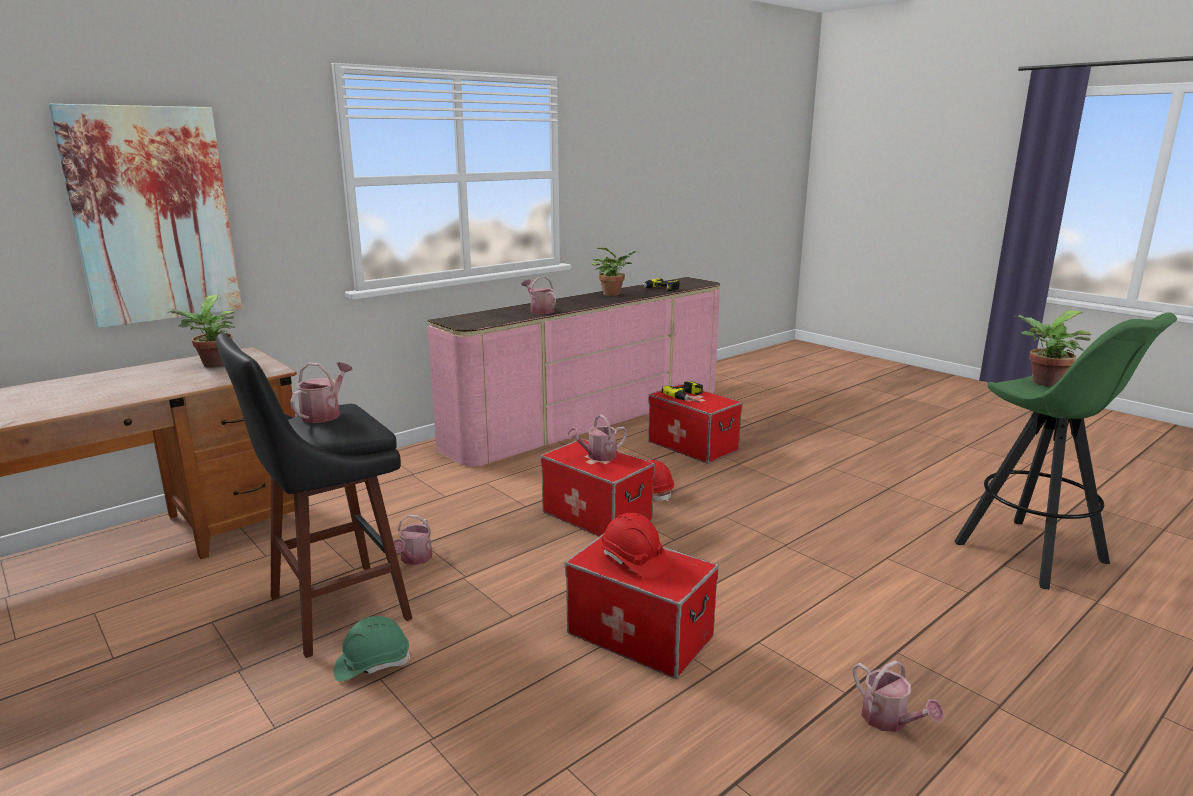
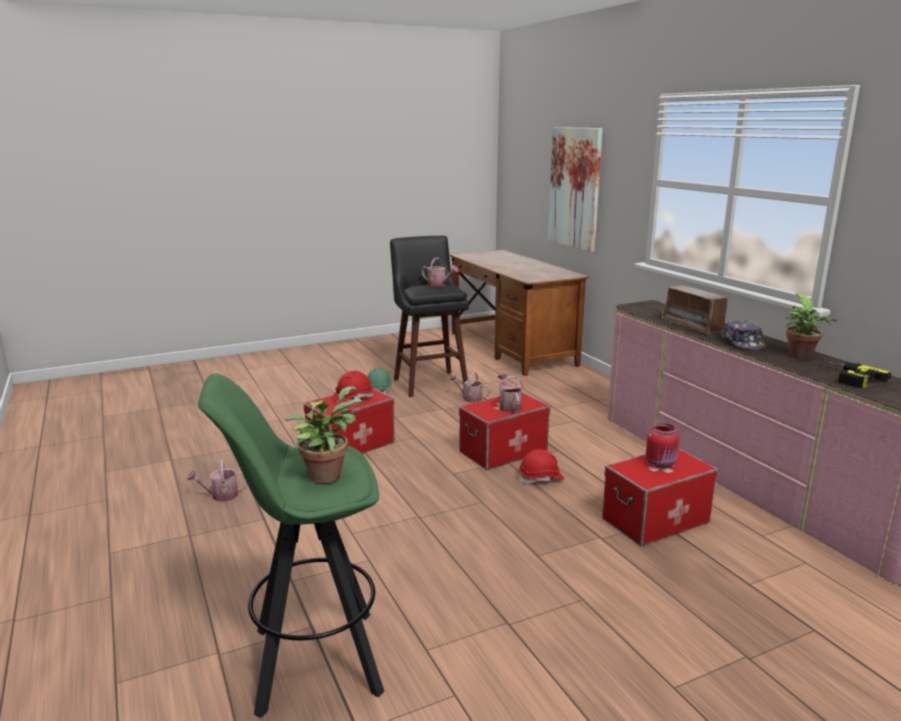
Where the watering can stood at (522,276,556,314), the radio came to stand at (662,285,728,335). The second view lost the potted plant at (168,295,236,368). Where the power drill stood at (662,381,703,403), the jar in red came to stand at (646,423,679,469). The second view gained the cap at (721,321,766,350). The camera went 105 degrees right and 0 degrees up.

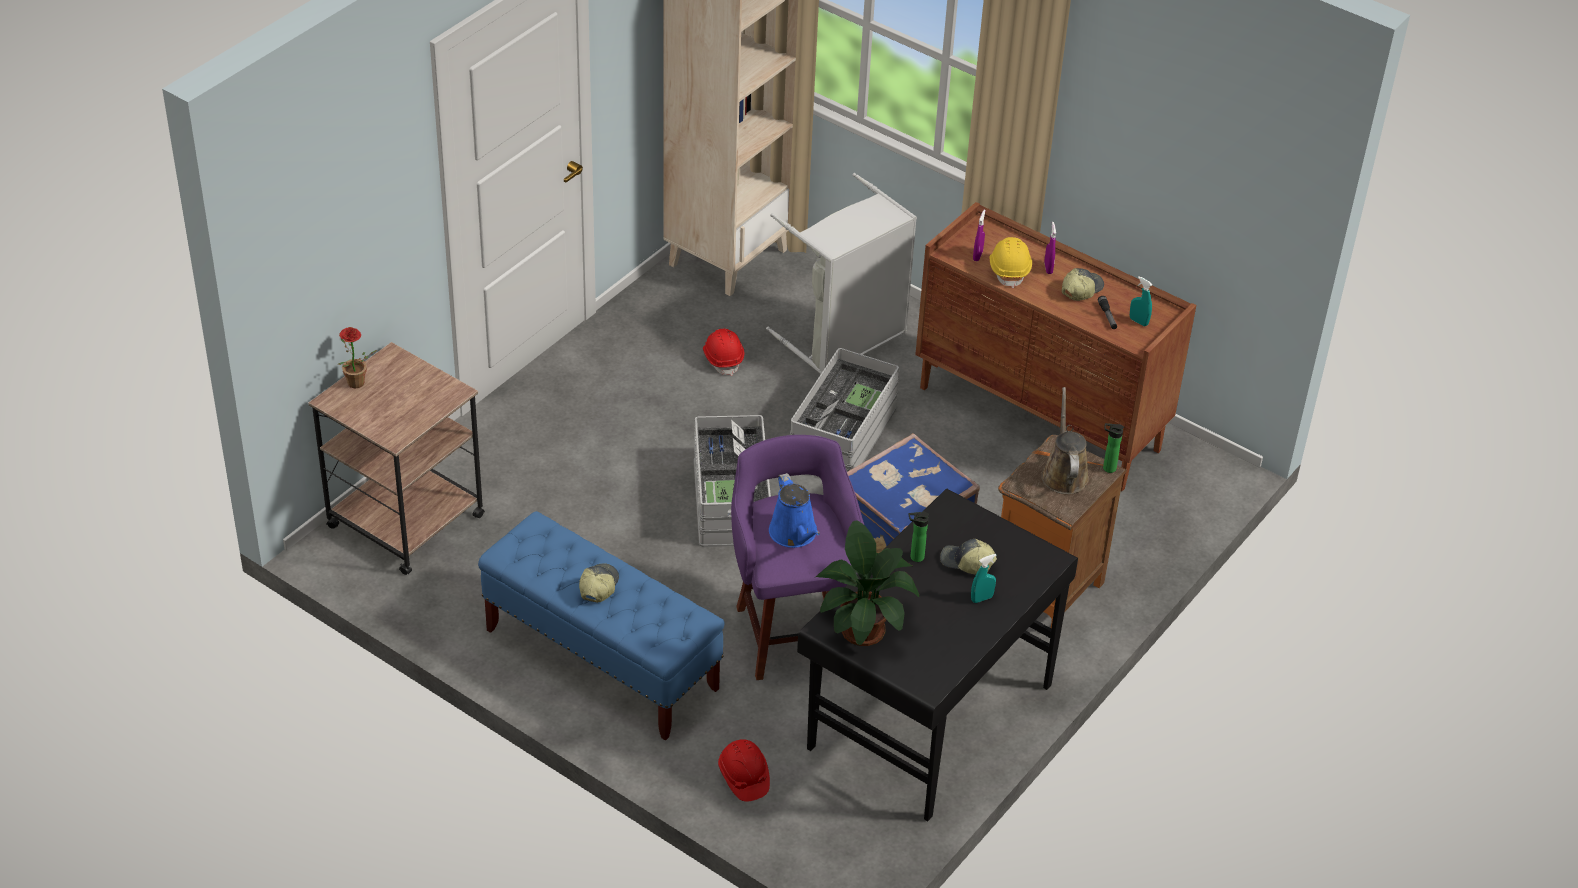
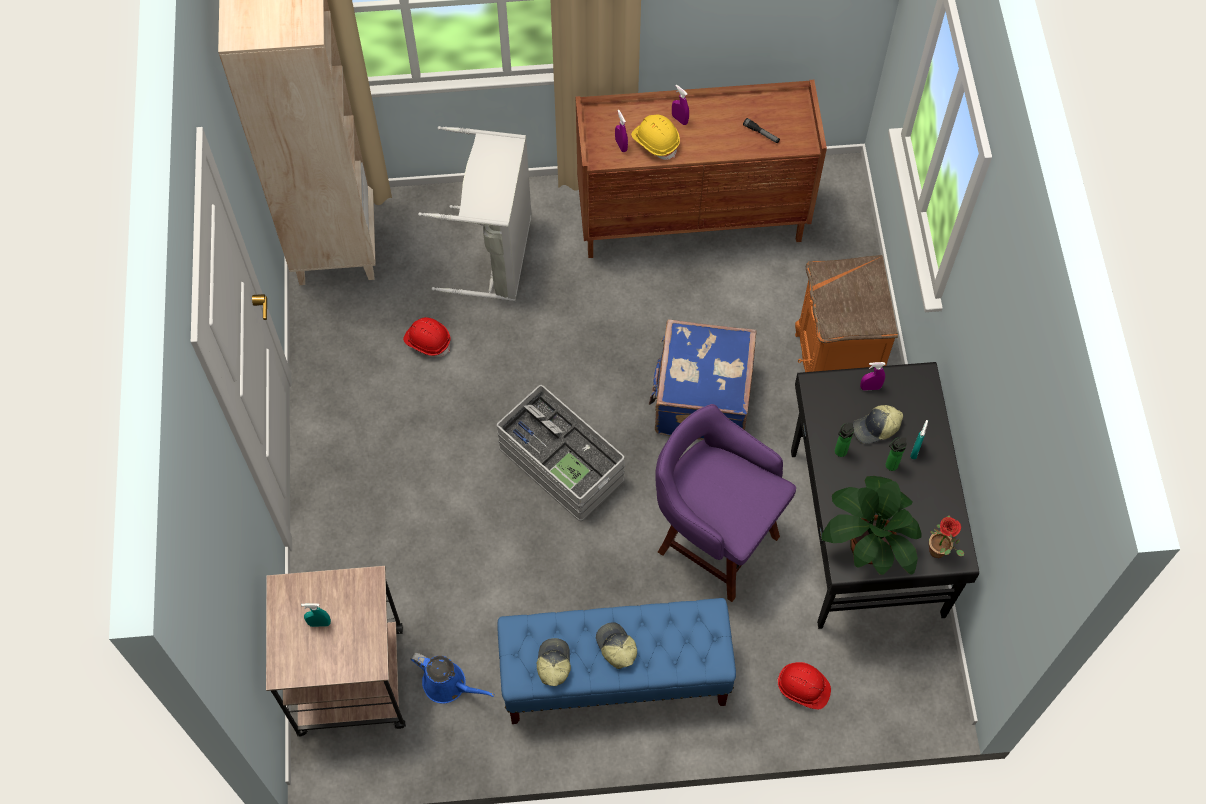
The cap ended up elsewhere, having gone from (1062,268,1104,301) to (537,638,571,686). The spray bottle in turquoise ended up elsewhere, having gone from (1130,276,1152,326) to (301,603,331,627). The potted plant ended up elsewhere, having gone from (338,327,377,388) to (929,516,964,558). The second view lost the storage box in grey at (790,348,899,472). The second view lost the watering can in brown at (1041,387,1089,494). The bottle ended up elsewhere, having gone from (1103,423,1124,473) to (886,437,907,471). The watering can in blue ended up elsewhere, having gone from (769,473,820,548) to (411,652,495,703). The second view gained the spray bottle in purple at (860,362,885,391). The camera went 40 degrees left and 20 degrees up.

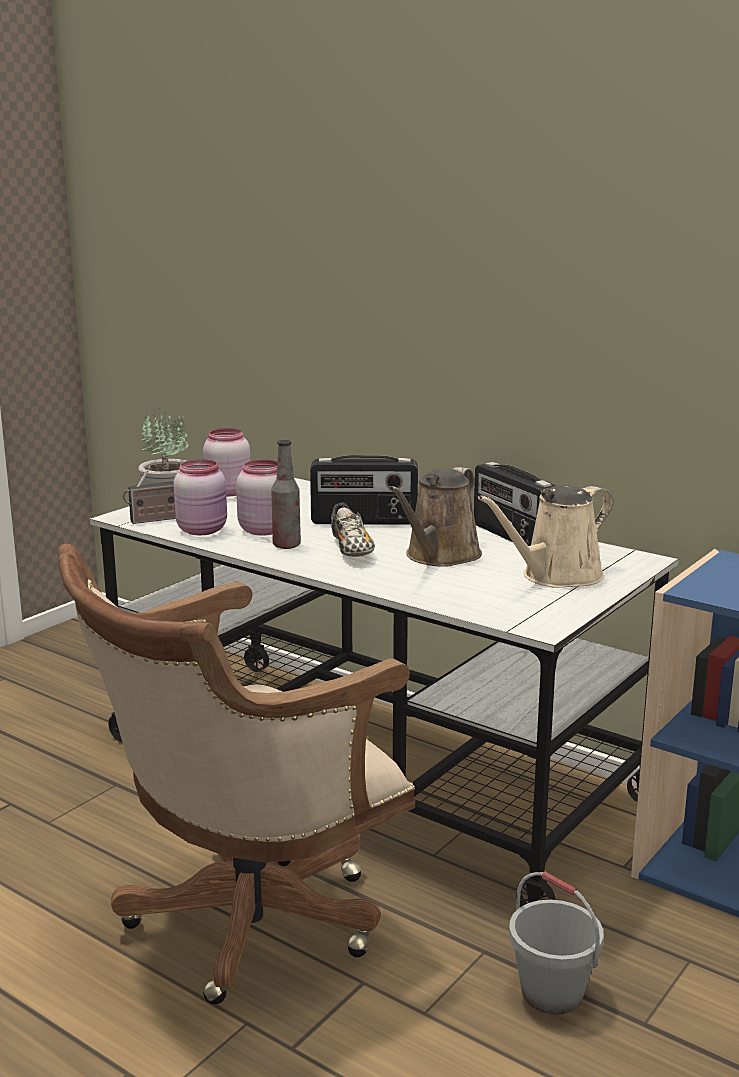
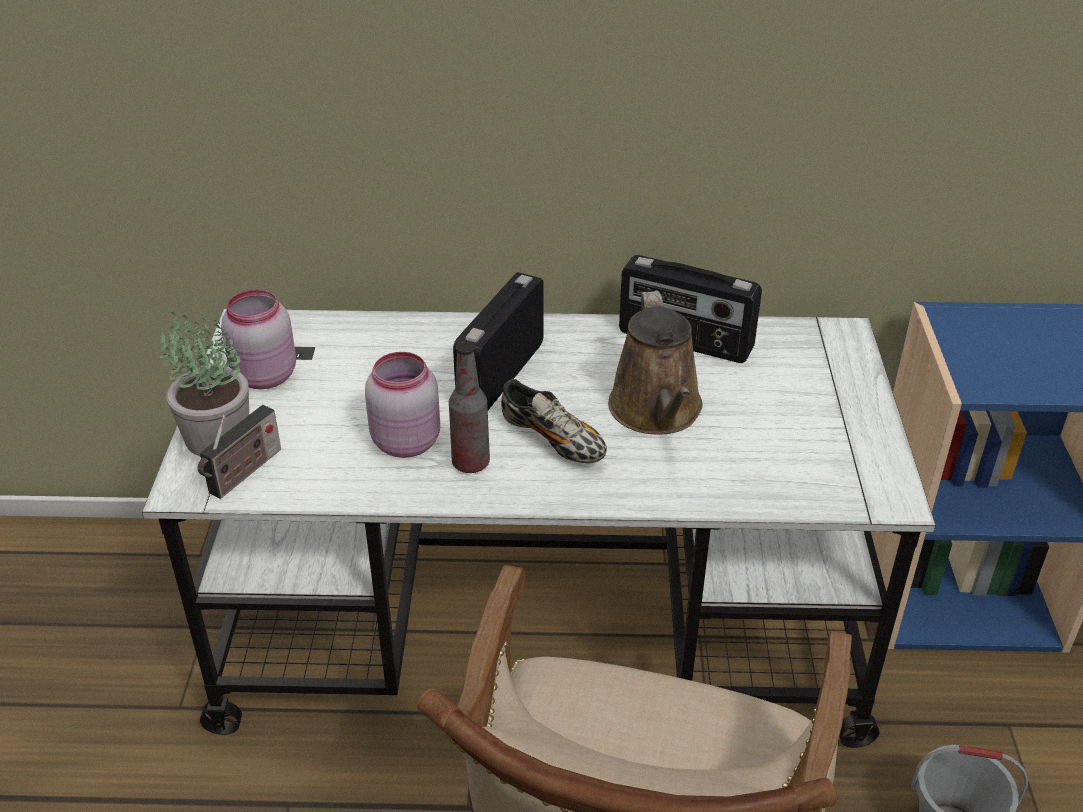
The radio at (310,455,418,525) ended up facing another way, 150 degrees clockwise from before. The second view lost the jar in pink at (174,459,227,535). The second view lost the watering can in beige at (478,485,613,588). The camera went 35 degrees left and 20 degrees up.

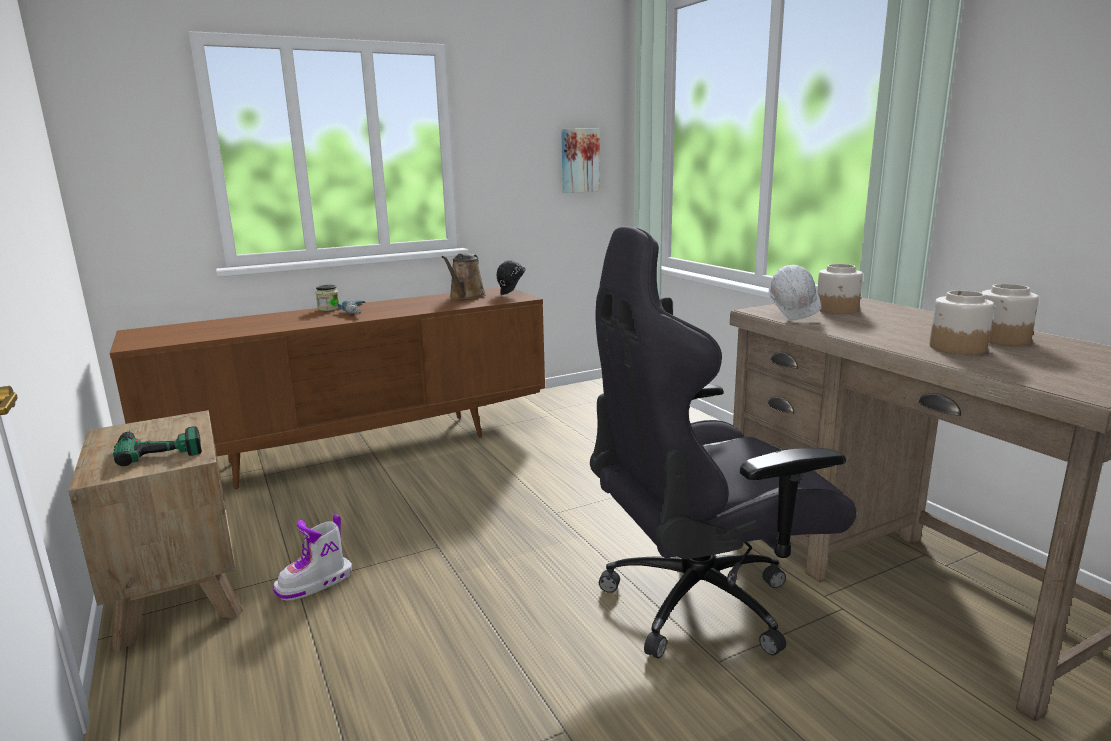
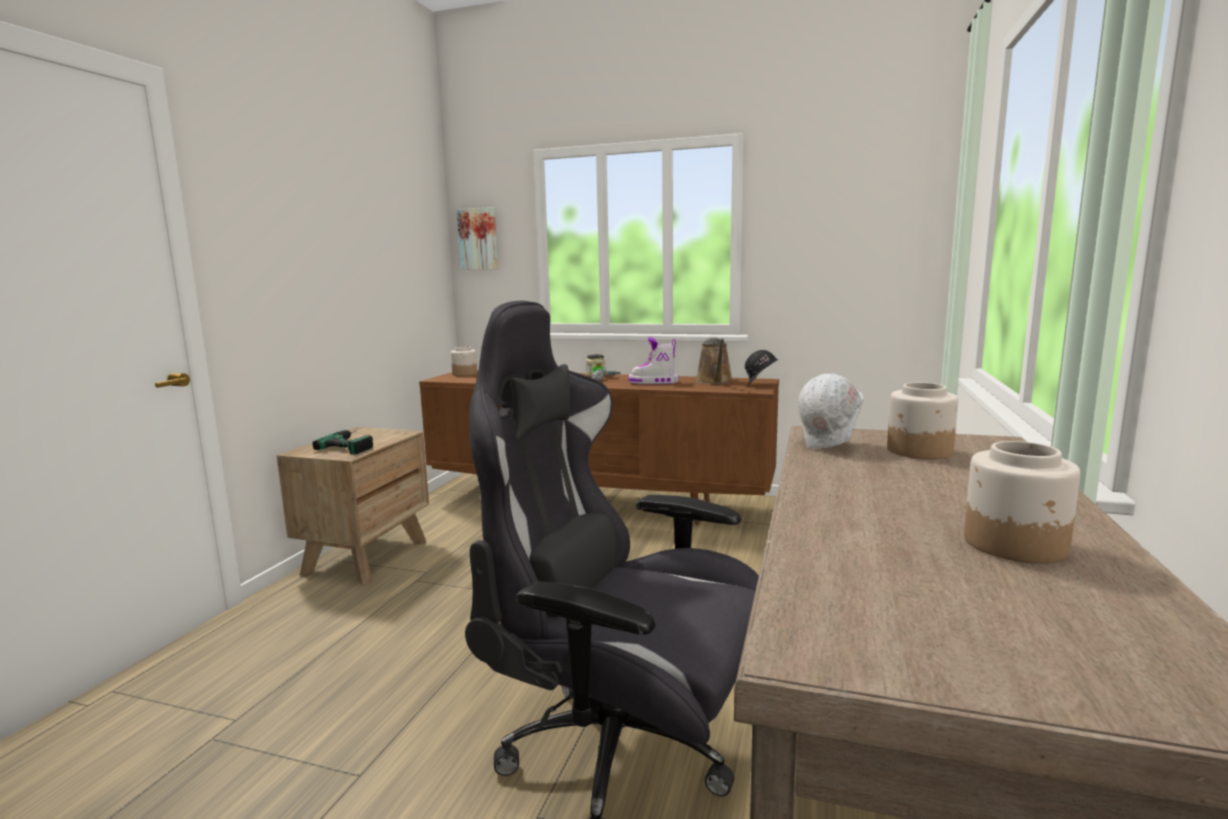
The picture ended up elsewhere, having gone from (561,129,600,193) to (457,207,498,270). The watering can in brown at (441,253,486,299) ended up facing another way, 60 degrees counterclockwise from before. The jar ended up elsewhere, having gone from (929,290,994,355) to (451,346,477,376). The boot ended up elsewhere, having gone from (273,514,352,601) to (628,337,679,384). The camera went 45 degrees right and 5 degrees down.

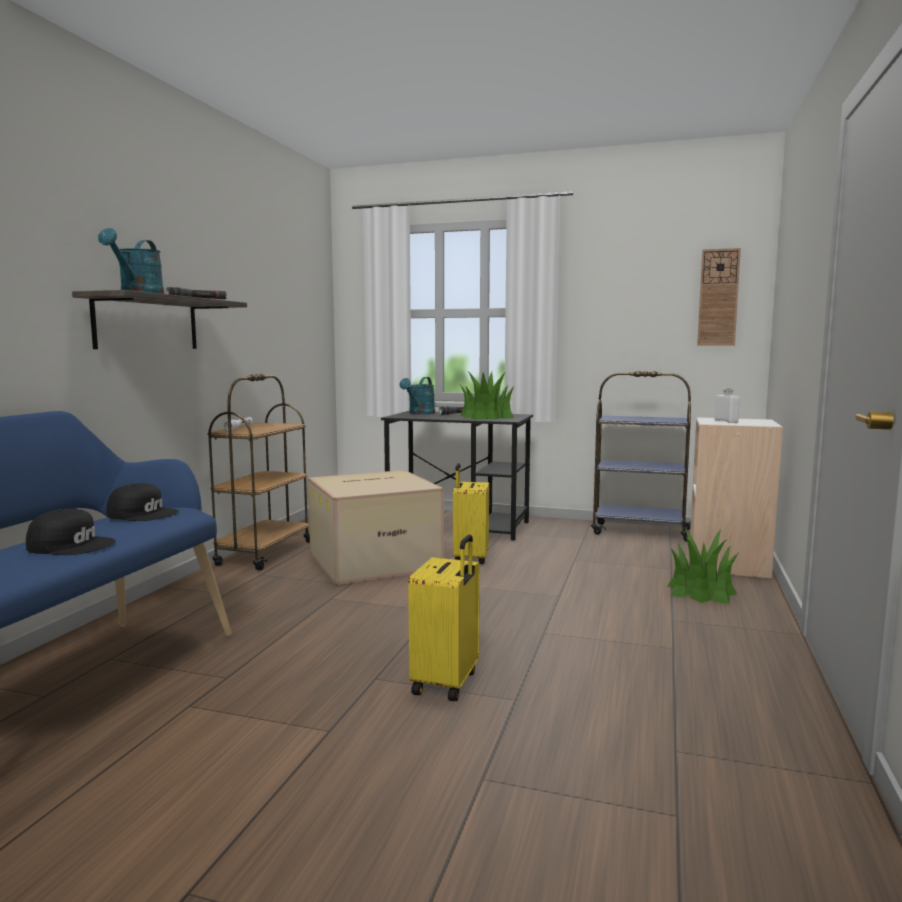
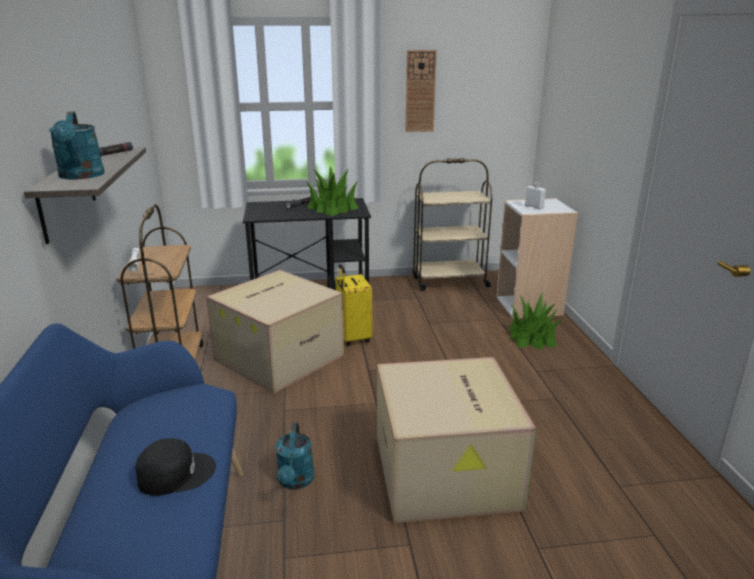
The wall clock ended up elsewhere, having gone from (697,248,741,346) to (405,50,437,132). What was the cart in blue at (591,371,691,542) turned into the cart in beige at (412,158,492,291). The watering can in turquoise ended up elsewhere, having gone from (399,377,435,415) to (275,423,314,490). The second view lost the cap in black at (106,483,179,521). Where the suitcase in yellow stood at (408,535,480,701), the cardboard box came to stand at (377,357,536,523). The camera went 25 degrees left and 15 degrees up.

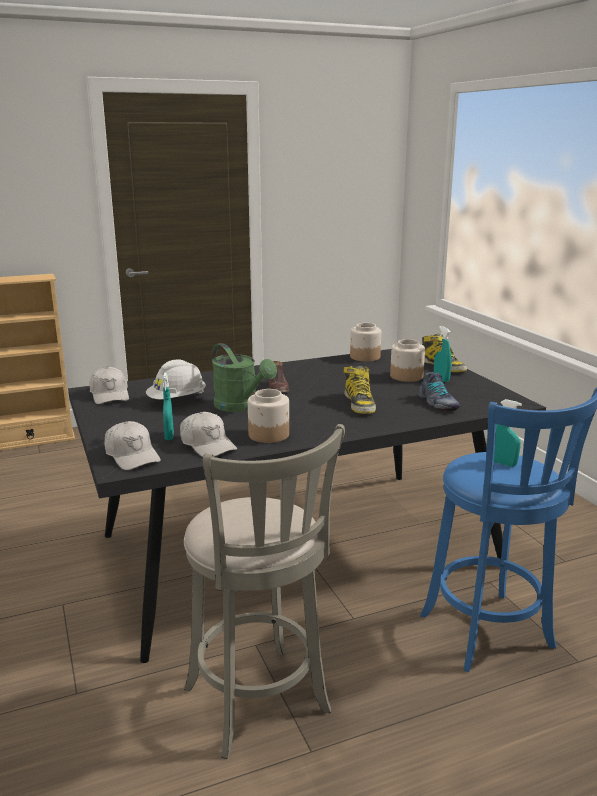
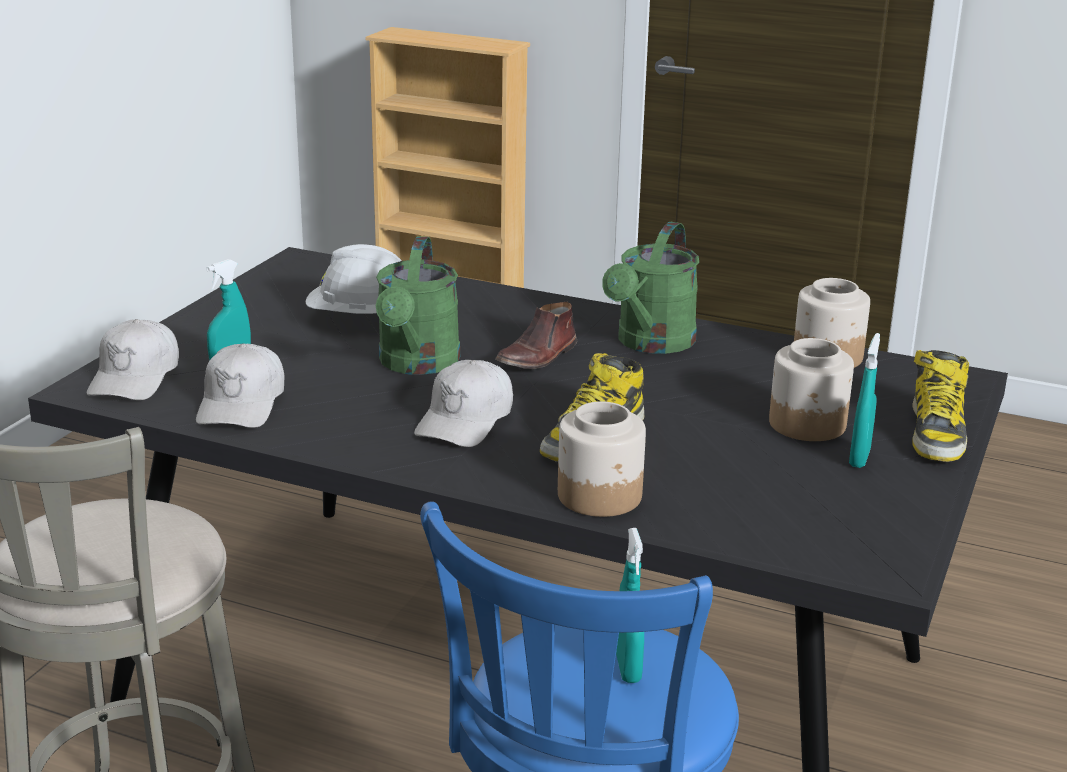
The cap in white ended up elsewhere, having gone from (89,367,129,404) to (414,360,513,447). The second view lost the shoe at (418,372,460,412). The jar ended up elsewhere, having gone from (248,389,289,443) to (558,401,646,517). The second view gained the watering can in green at (603,222,699,354). The camera went 45 degrees right and 5 degrees up.

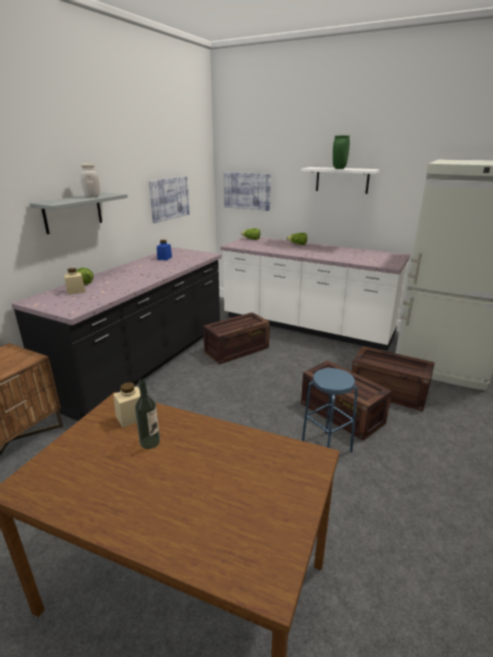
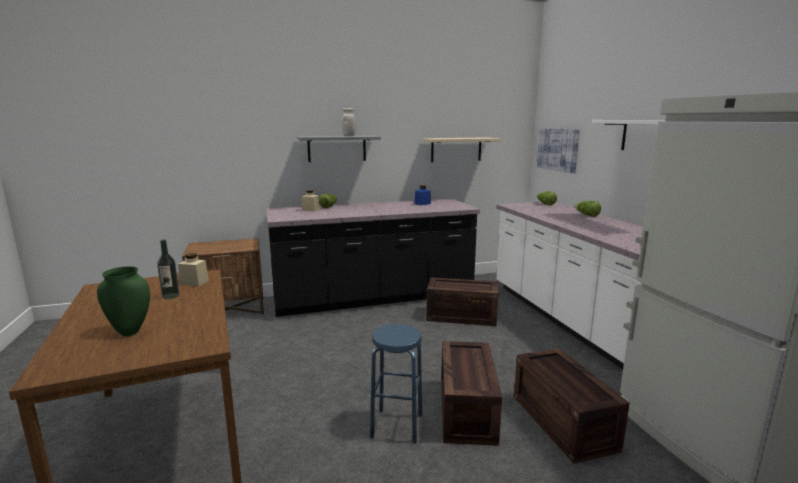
The vase in green ended up elsewhere, having gone from (333,136,350,169) to (97,266,150,337). Where the picture hung at (149,176,190,223), the shelf in beige came to hang at (423,137,501,162). The camera went 45 degrees right and 10 degrees down.

